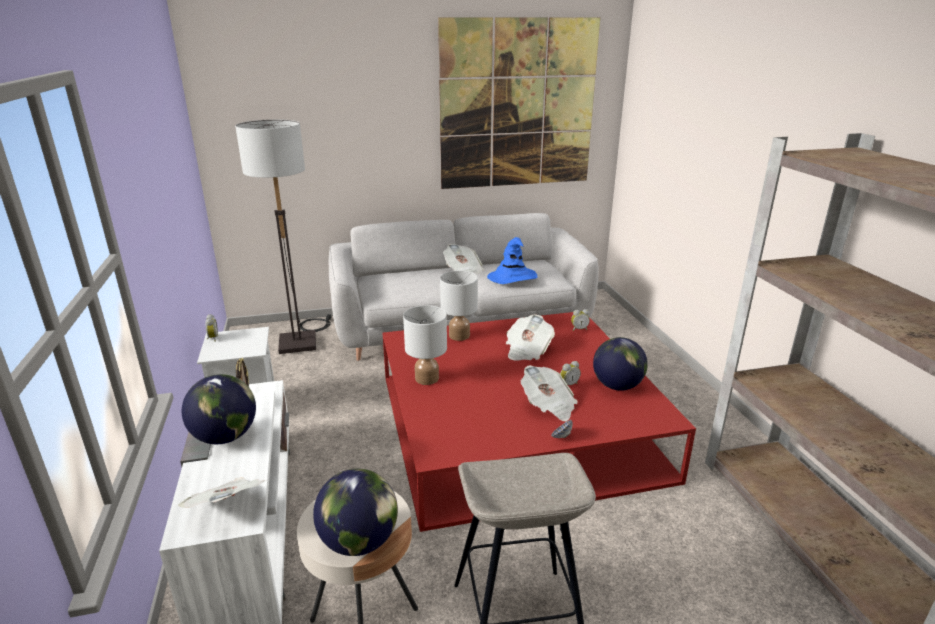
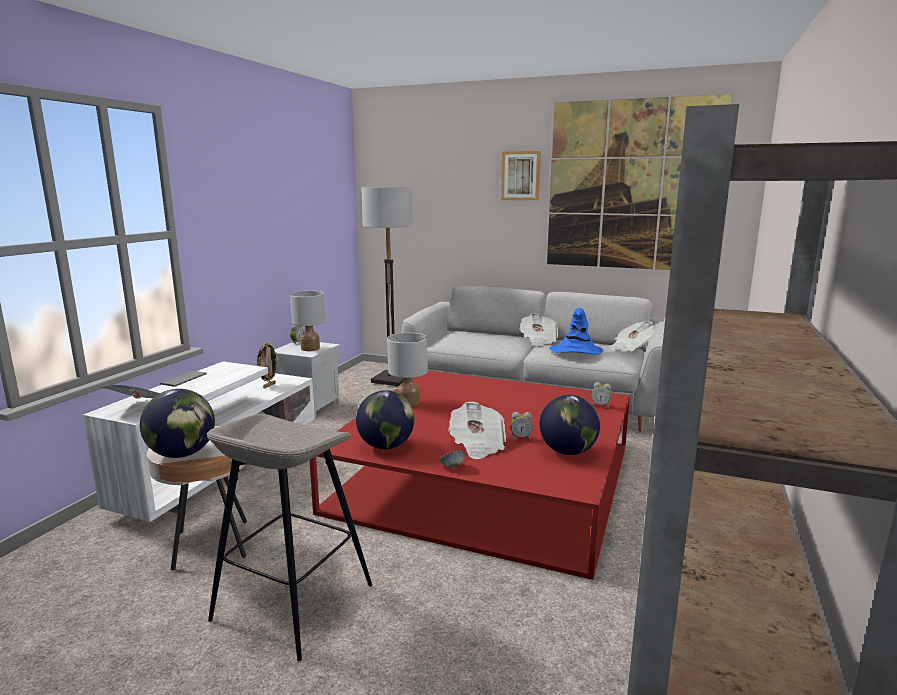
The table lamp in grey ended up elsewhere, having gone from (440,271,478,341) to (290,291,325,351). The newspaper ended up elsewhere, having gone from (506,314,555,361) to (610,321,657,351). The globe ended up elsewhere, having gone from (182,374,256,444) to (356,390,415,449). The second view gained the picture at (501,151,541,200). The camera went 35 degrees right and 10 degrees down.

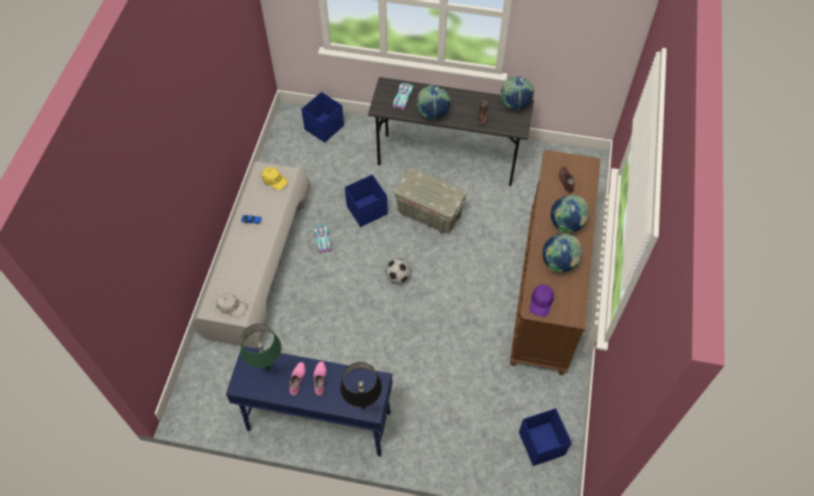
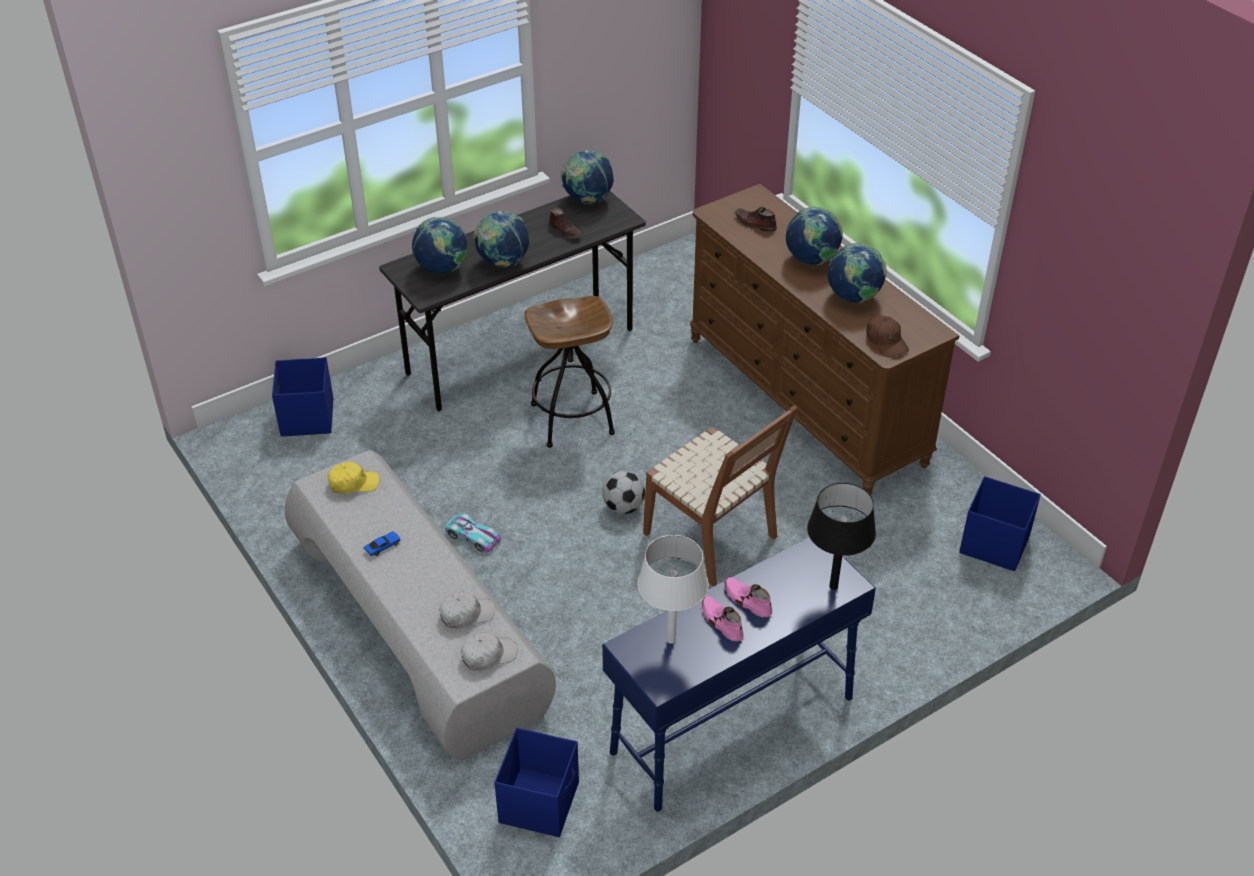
Where the toy car stood at (393,83,414,110), the globe came to stand at (412,217,467,273). Where the storage box in grey stood at (394,168,466,233), the stool in brown came to stand at (525,296,615,448). The storage box in blue ended up elsewhere, having gone from (345,175,388,227) to (494,728,579,837). What was the cap in purple at (530,284,554,317) turned into the cap in brown at (866,316,909,357). What was the table lamp in green at (241,324,282,371) turned into the table lamp in white at (638,535,709,644). The second view gained the chair at (643,405,797,587). The second view gained the cap in white at (439,591,495,628). The camera went 45 degrees left and 15 degrees down.

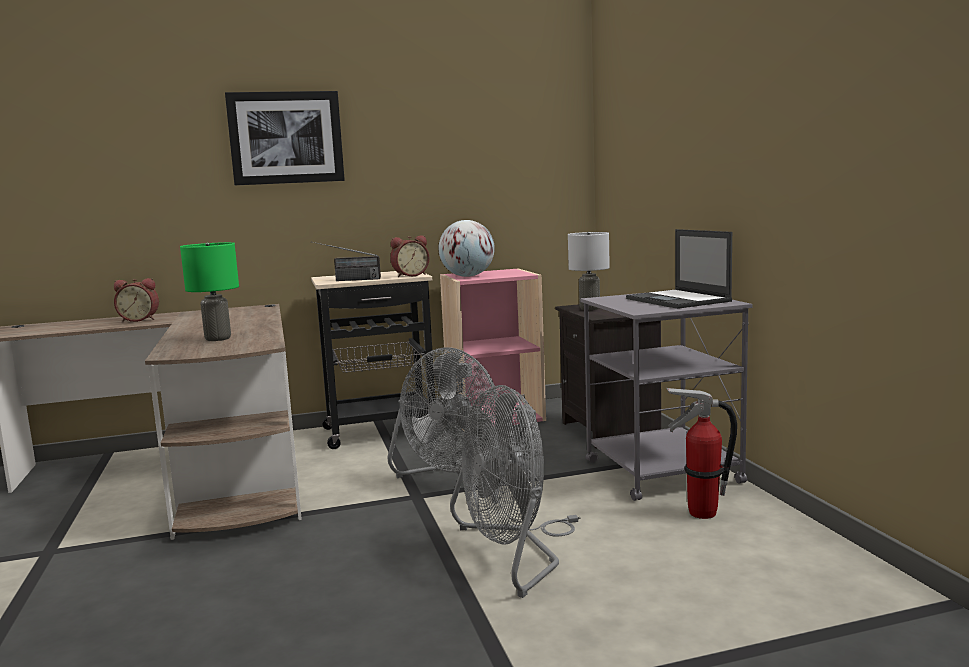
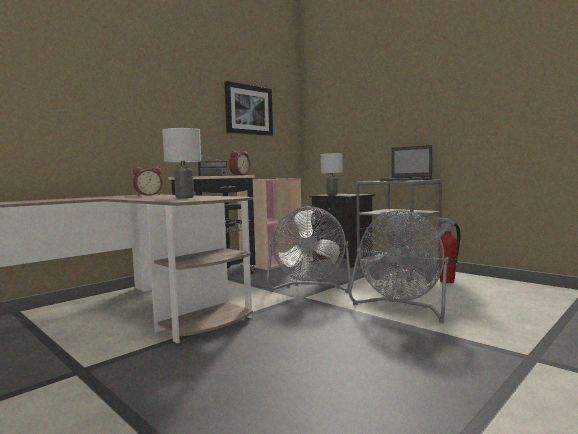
The picture ended up elsewhere, having gone from (225,91,345,185) to (224,81,273,136). The second view lost the globe at (439,220,495,277). What was the table lamp in green at (180,242,239,341) turned into the table lamp in white at (162,128,201,199). The alarm clock ended up elsewhere, having gone from (114,278,159,322) to (133,167,162,196). The camera went 30 degrees left and 5 degrees down.

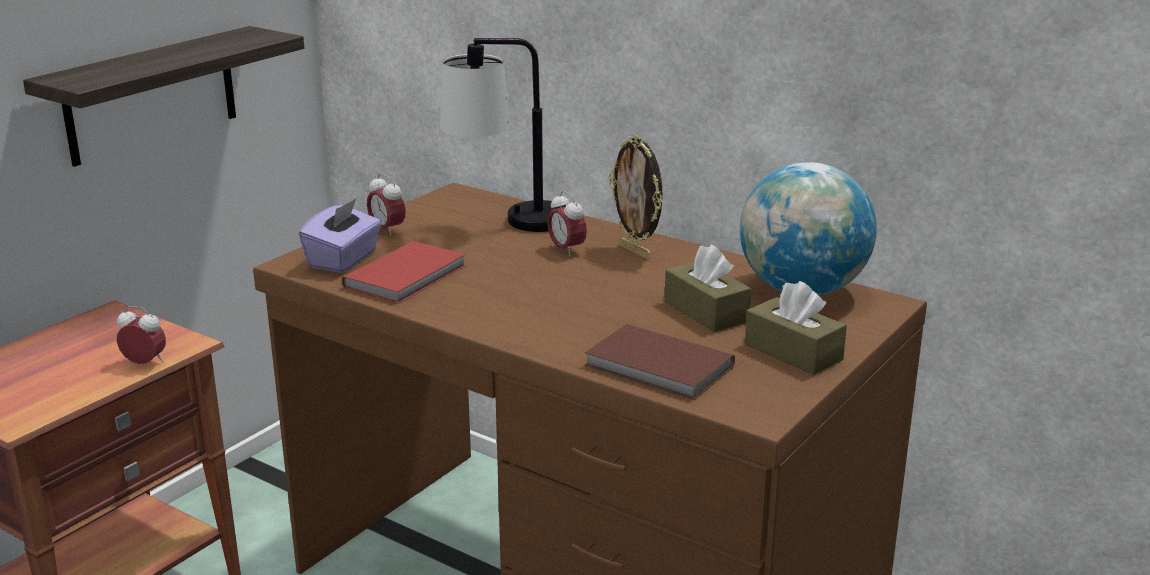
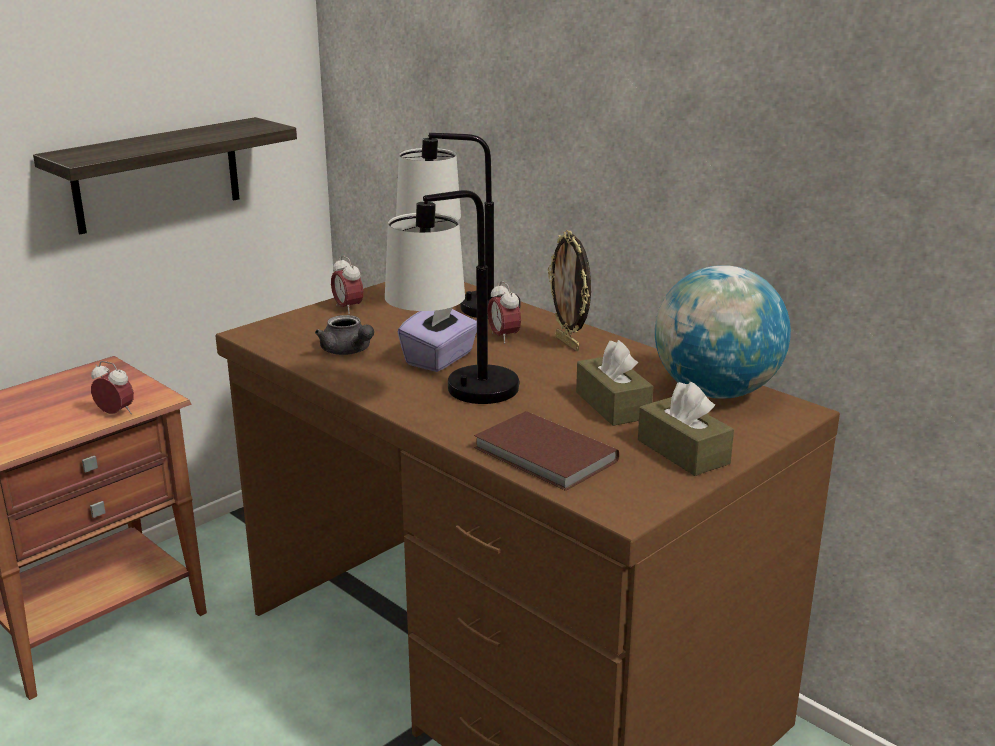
The tissue box in purple ended up elsewhere, having gone from (299,198,382,273) to (398,307,477,372). Where the book in red stood at (342,241,466,304), the teapot in grey came to stand at (315,315,374,355). The second view gained the table lamp at (385,190,520,404). The camera went 10 degrees right and 0 degrees up.

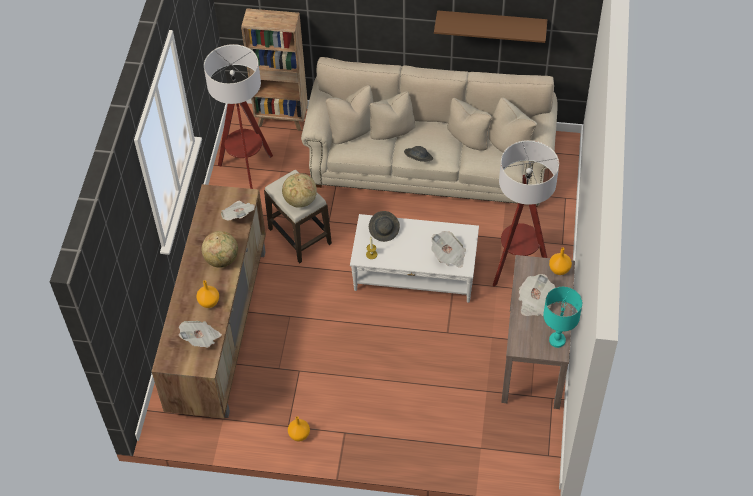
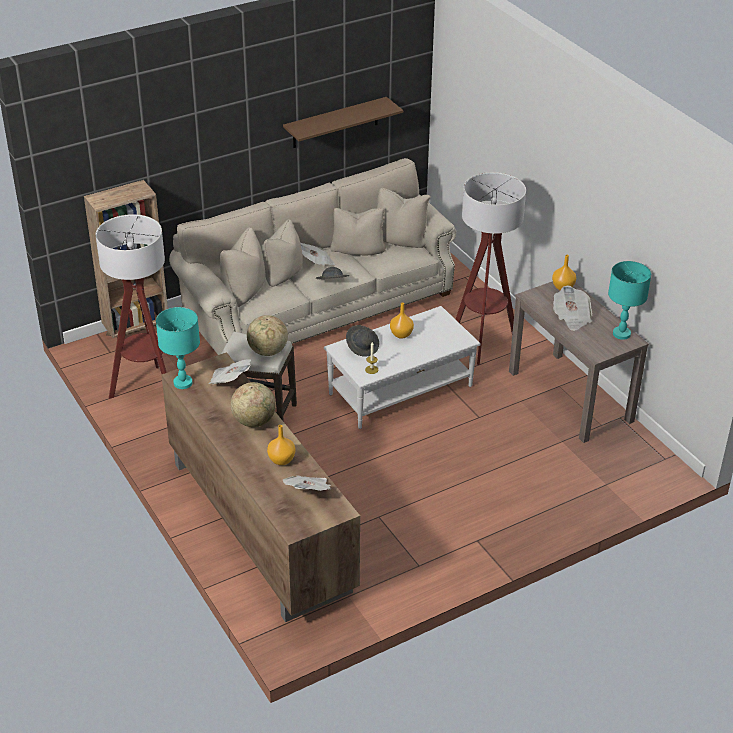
The newspaper ended up elsewhere, having gone from (431,231,466,268) to (300,243,335,266). The vase in orange ended up elsewhere, having gone from (288,416,310,441) to (390,303,414,339). The second view gained the table lamp in turquoise at (156,307,200,389). The camera went 40 degrees left and 15 degrees down.

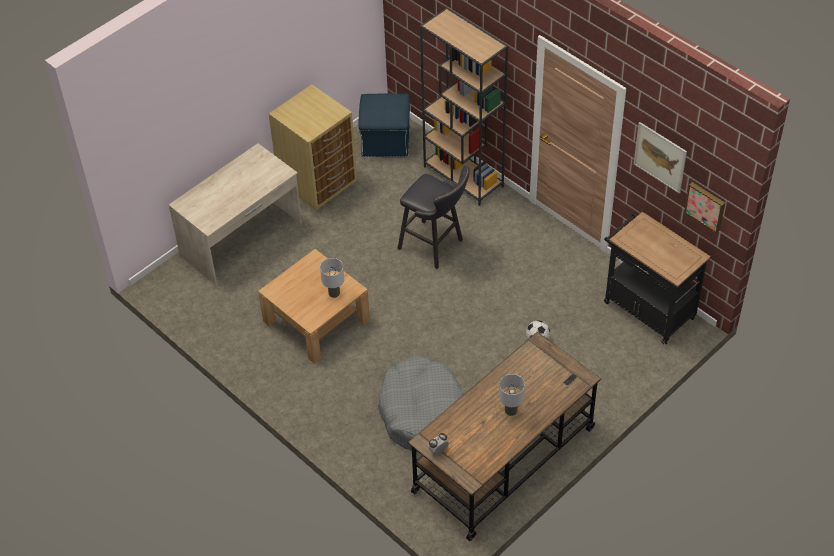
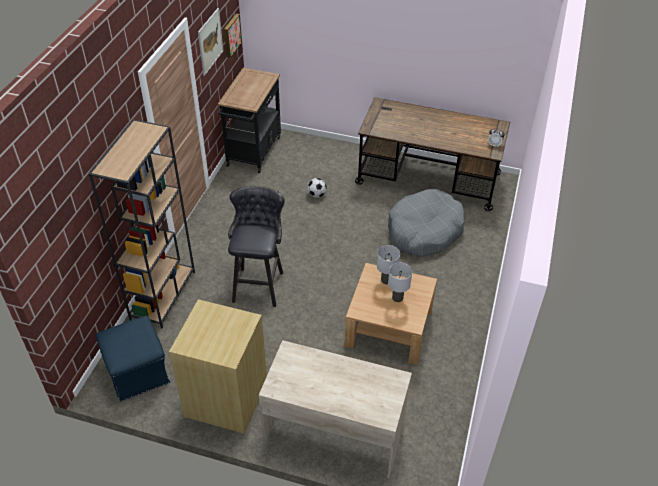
The table lamp in white ended up elsewhere, having gone from (499,374,525,416) to (388,263,412,302). The camera went 120 degrees left and 5 degrees down.

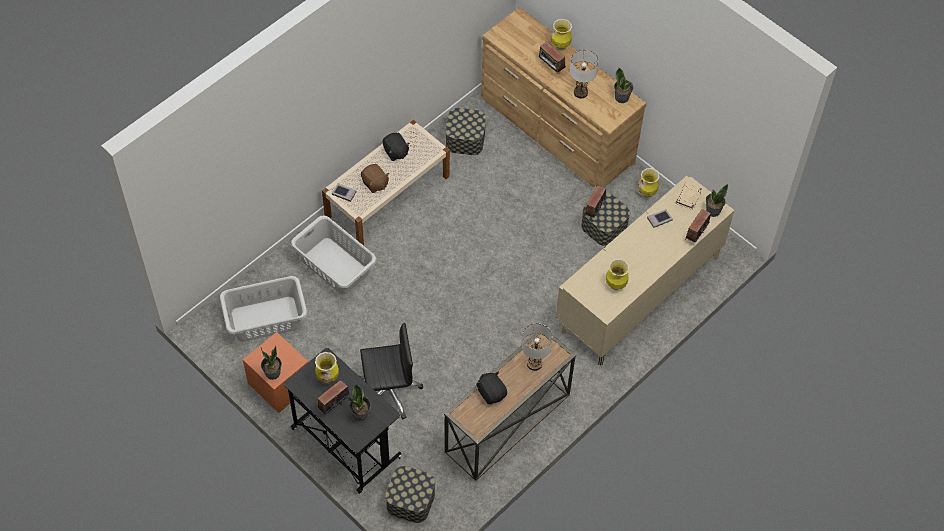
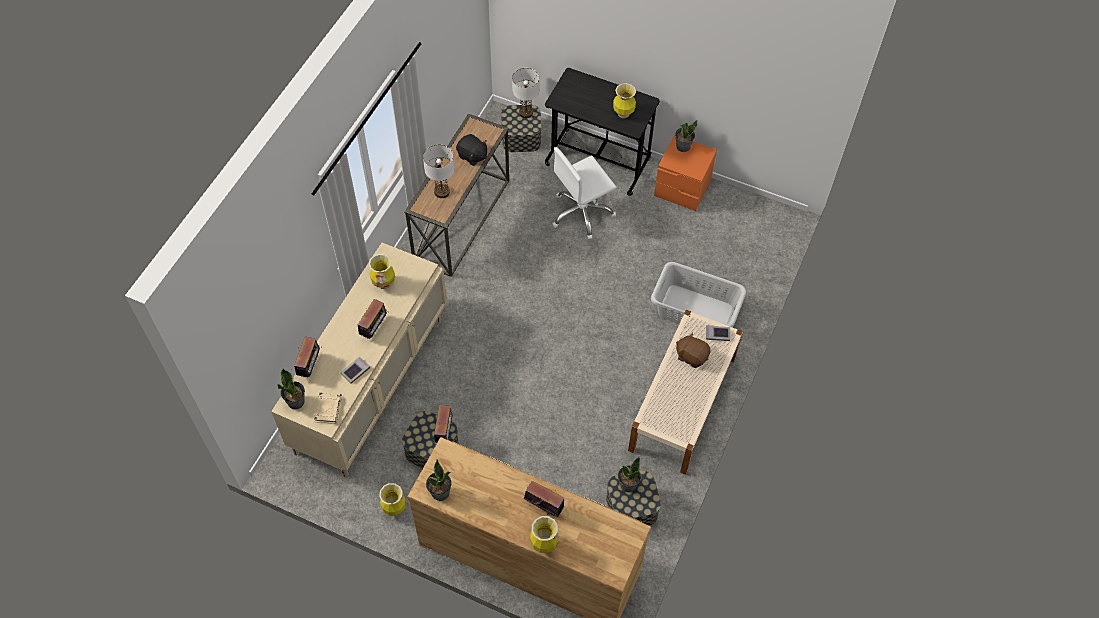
The table lamp ended up elsewhere, having gone from (570,50,598,99) to (512,68,539,118). The second view lost the plush toy in black at (383,133,410,161). The second view lost the laundry basket in grey at (220,276,307,342). What was the office chair in black at (359,323,423,420) turned into the office chair in white at (552,147,616,239). The radio ended up elsewhere, having gone from (318,380,350,414) to (358,299,387,339). The potted plant ended up elsewhere, having gone from (349,384,371,421) to (618,457,641,492). The camera went 160 degrees right and 0 degrees up.

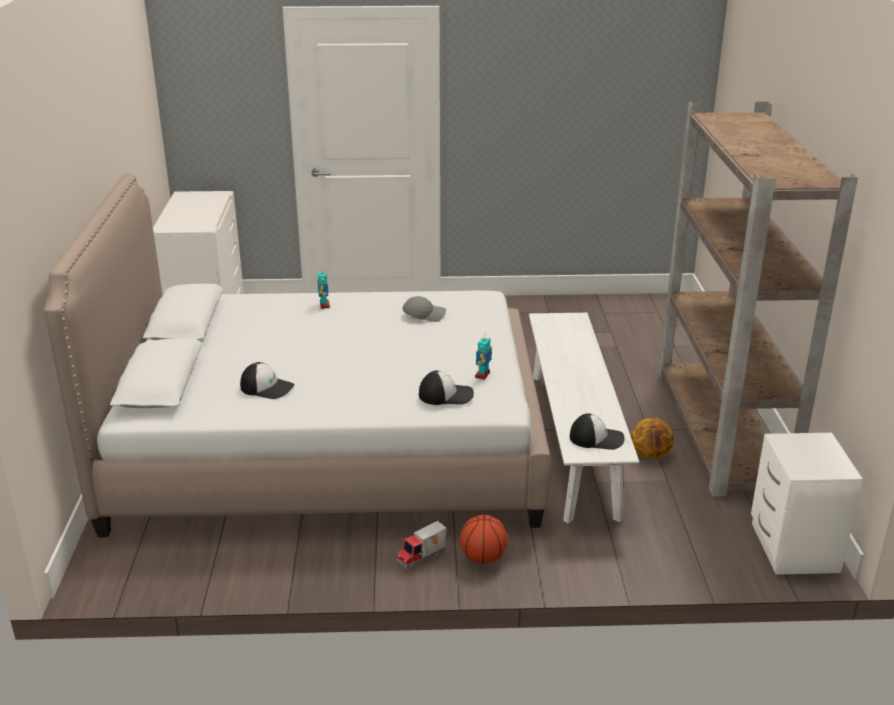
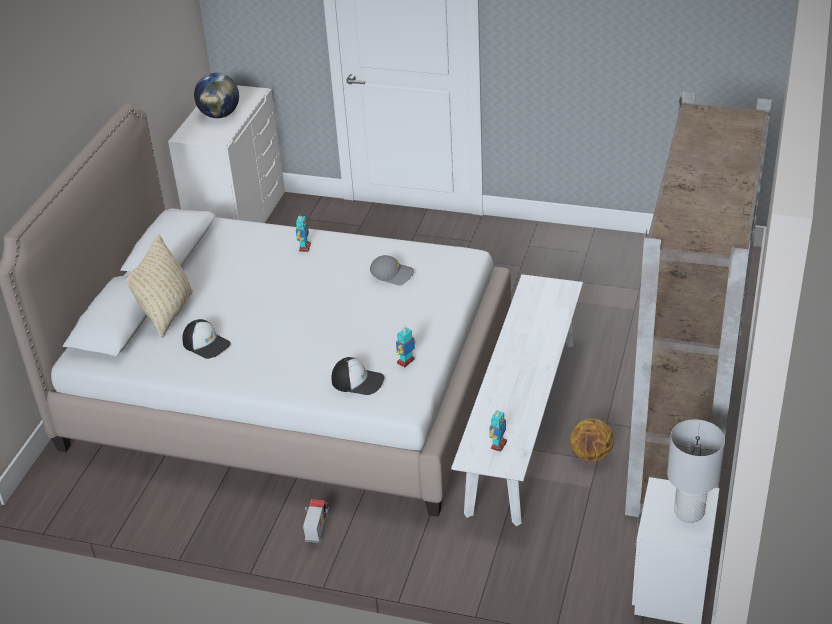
Where the cap stood at (570,413,625,450), the toy robot came to stand at (489,409,507,452). The second view lost the basketball at (460,515,508,564). The toy truck at (397,521,447,570) ended up facing another way, 120 degrees clockwise from before. The second view gained the globe at (194,73,239,118). The second view gained the pillow in beige at (126,235,193,338). The second view gained the table lamp in grey at (667,419,725,523). The camera went 20 degrees right and 10 degrees up.

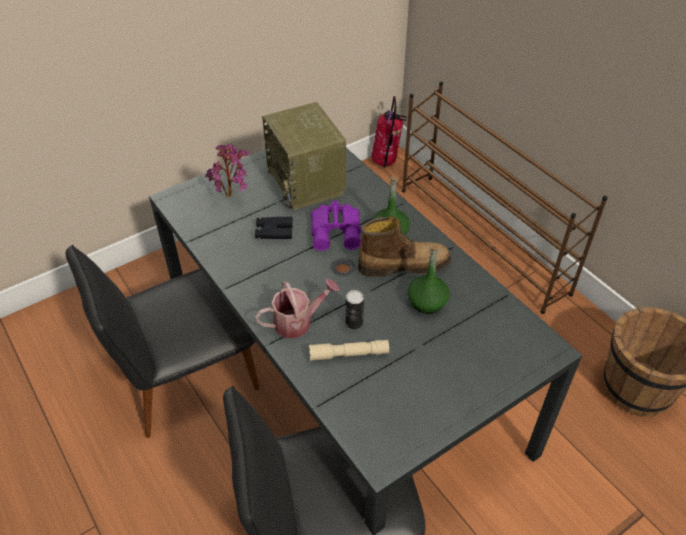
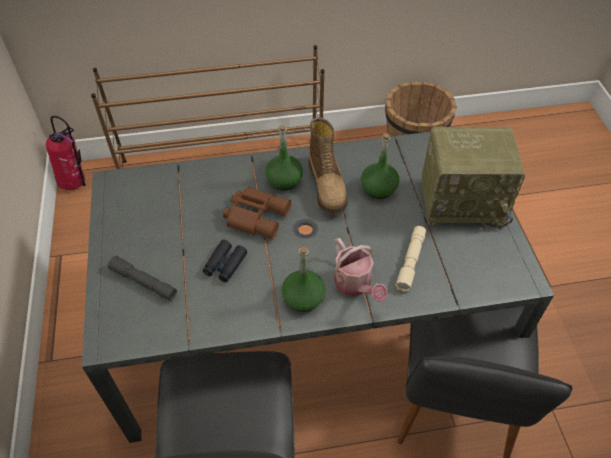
The radio ended up elsewhere, having gone from (262,102,346,210) to (422,127,525,230). Where the potted plant stood at (205,144,249,197), the flashlight in grey came to stand at (108,256,177,301). What was the binoculars in purple at (311,200,361,251) turned into the binoculars in brown at (223,187,291,240). The boot at (358,216,451,277) ended up facing another way, 150 degrees clockwise from before. The watering can at (255,279,339,338) ended up facing another way, 150 degrees clockwise from before. The second view lost the can at (346,290,364,329). The second view gained the bottle in green at (282,246,326,312). The camera went 65 degrees left and 5 degrees up.

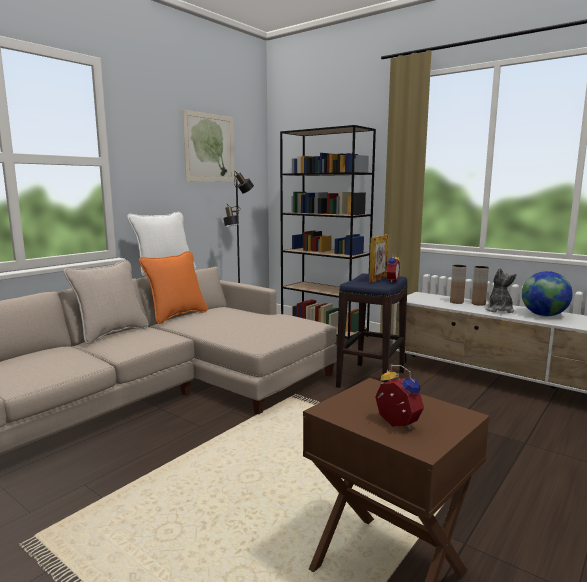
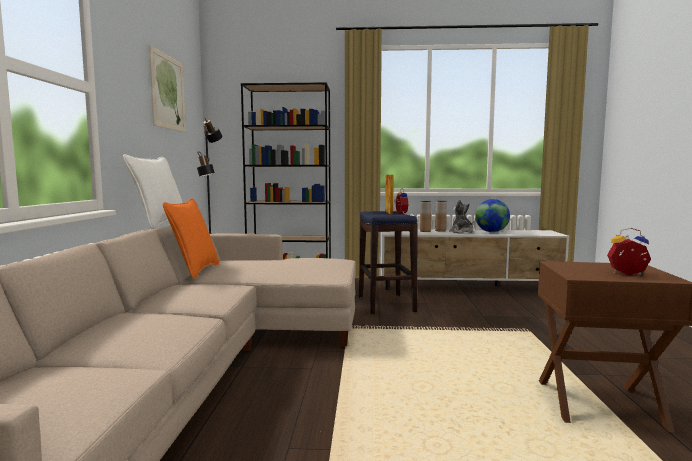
The second view lost the pillow in beige at (64,260,148,344). The camera went 35 degrees left and 5 degrees down.

